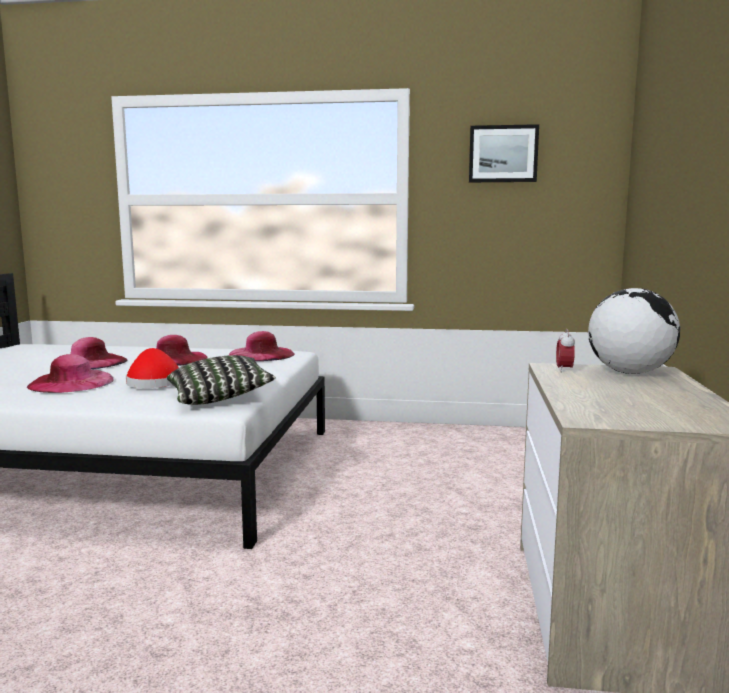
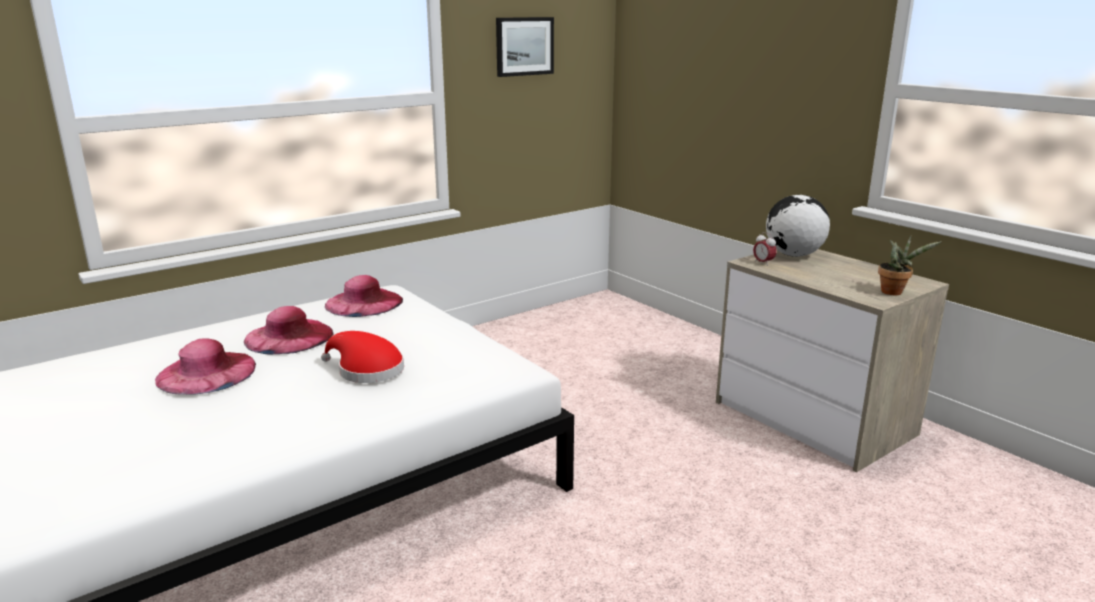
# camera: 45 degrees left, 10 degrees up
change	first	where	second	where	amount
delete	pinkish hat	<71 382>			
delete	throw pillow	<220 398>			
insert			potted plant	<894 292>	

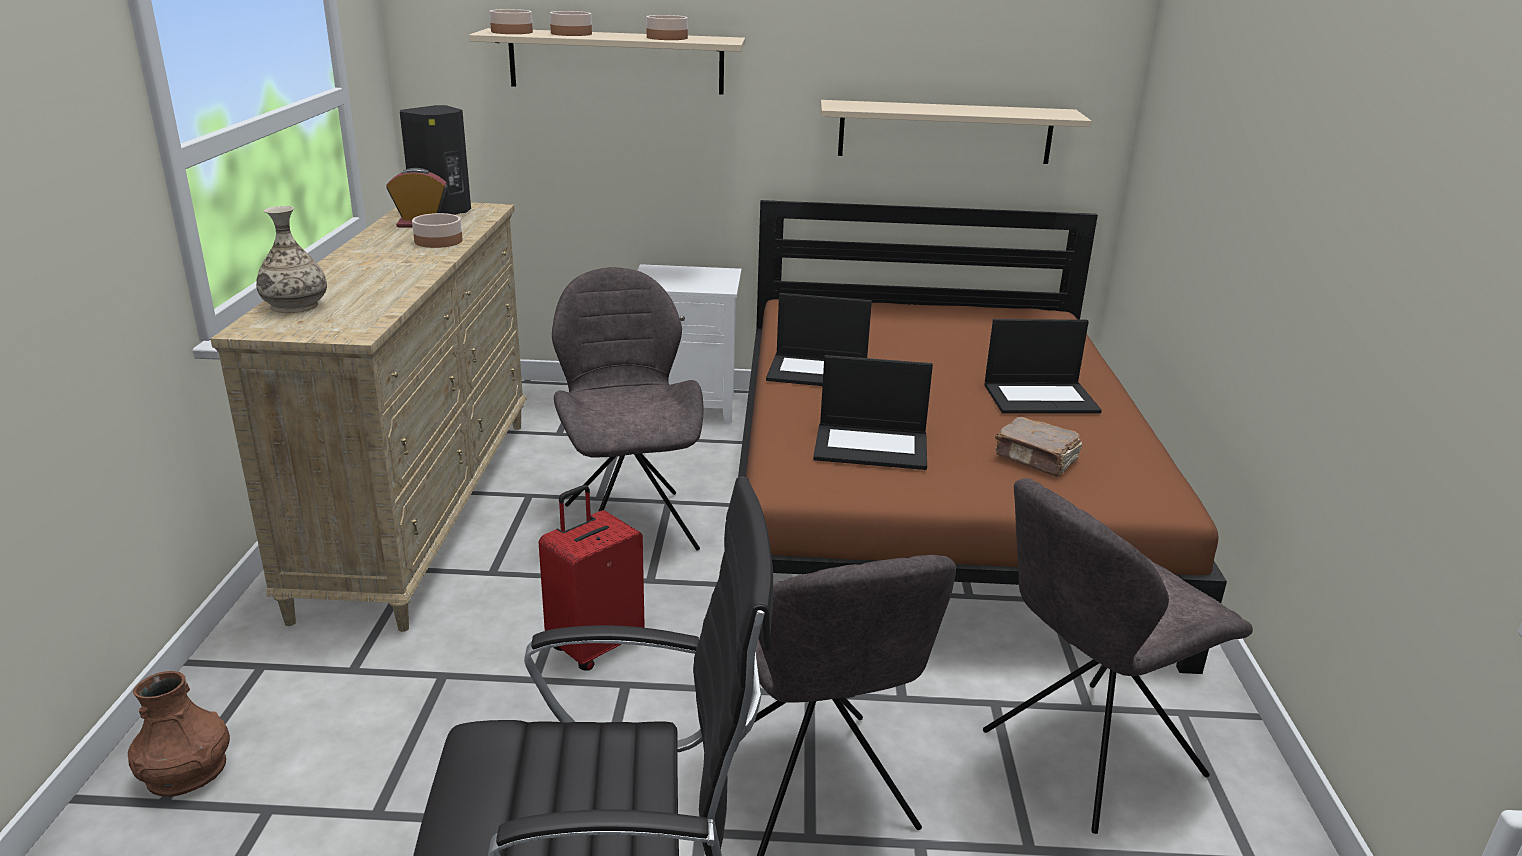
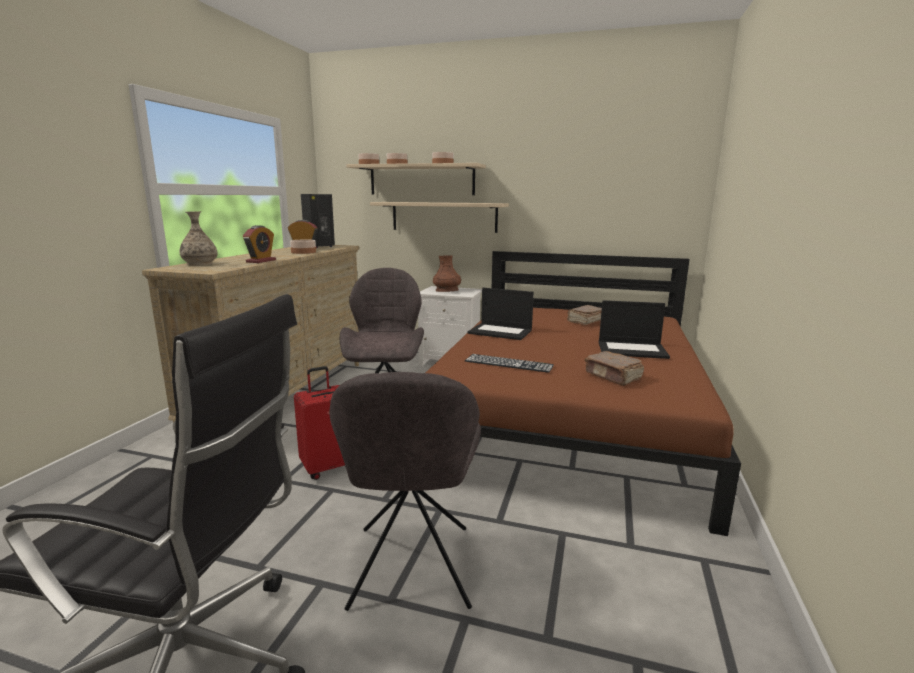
# camera: 15 degrees right, 10 degrees down
change	first	where	second	where	amount
delete	grey plain chair	<1085 756>			
insert			alarm clock	<261 261>	
insert			brownish bound book	<585 321>	
move	brownish decorative vase	<187 772>		<447 291>	
move	beige-coloured wall shelf	<945 132>		<444 216>	
replace	portable computer	<872 446>	computer keyboard	<508 363>	

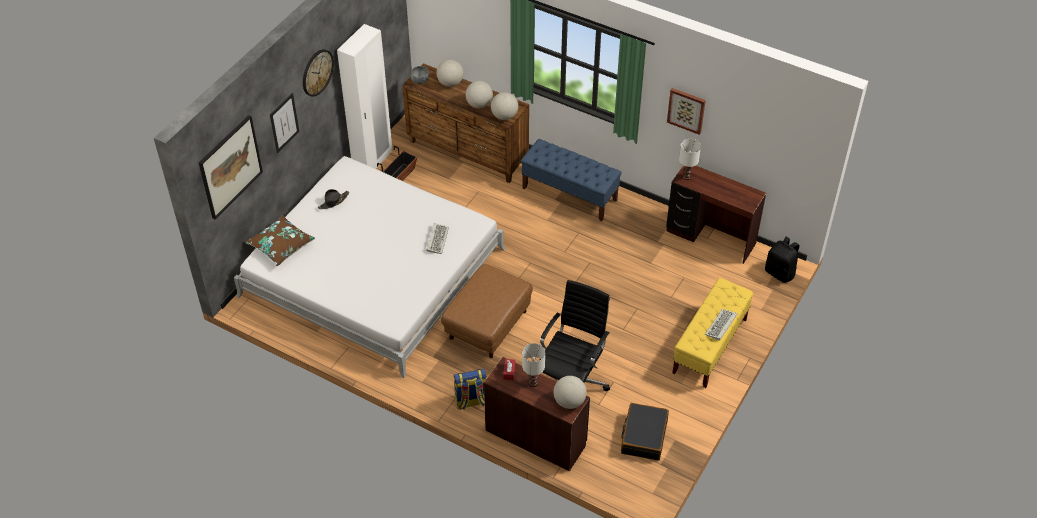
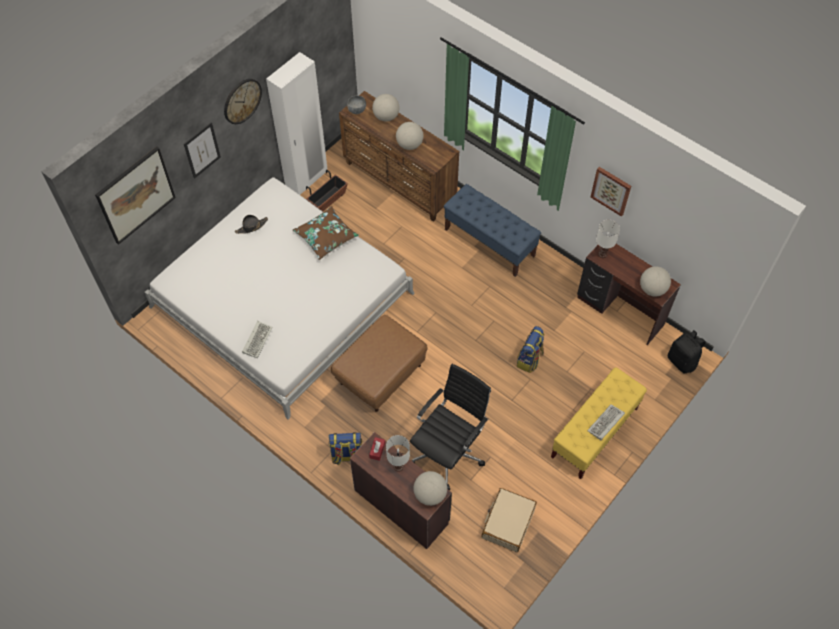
# camera: 10 degrees right, 10 degrees up
change	first	where	second	where	amount
insert			knapsack	<529 359>	
move	brownish throw pillow	<281 245>		<326 237>	
move	computer keyboard	<437 239>		<257 339>	
move	world globe	<504 116>		<652 289>	
recolor	black-coloured piece of luggage	<643 436>	beige-coloured piece of luggage	<508 523>	

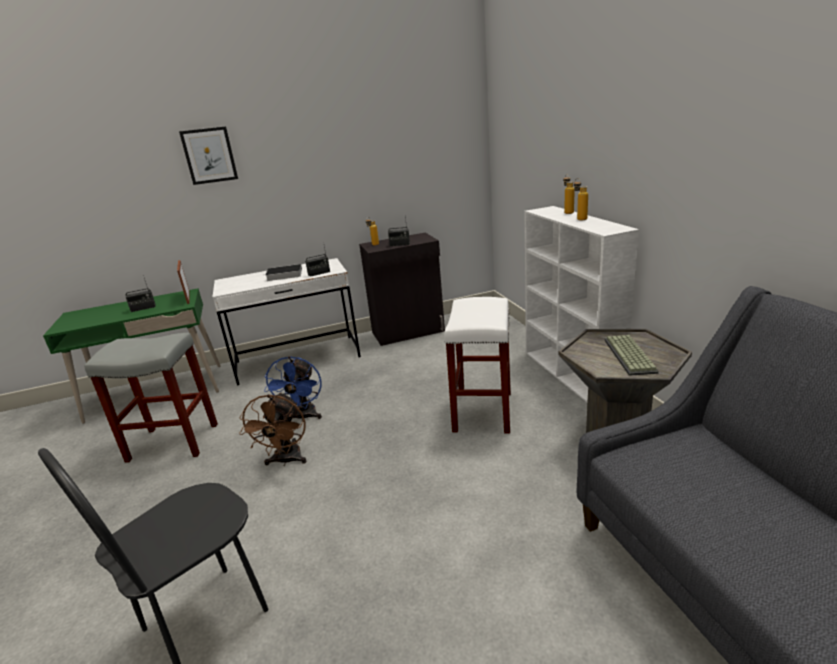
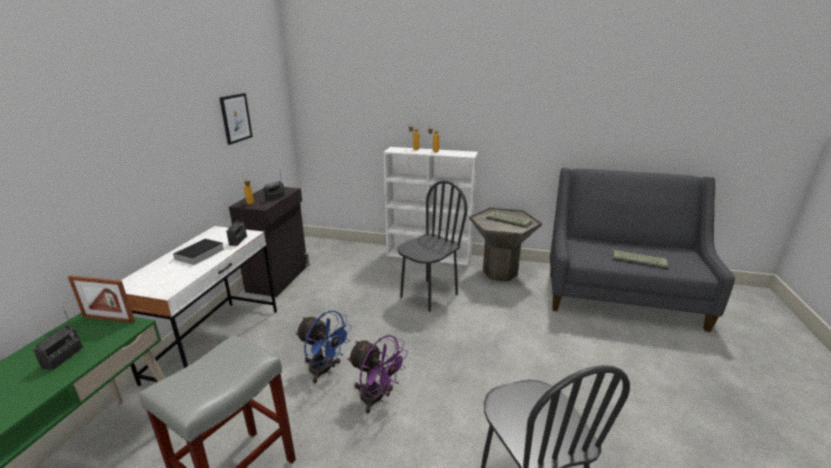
# camera: 60 degrees left, 0 degrees up
change	first	where	second	where	amount
insert			computer keyboard	<640 260>	
move	wall picture	<209 155>		<236 118>	
replace	whitish sitting stool	<483 412>	black-coloured plain chair	<428 295>	
recolor	brownish cooling fan	<286 461>	purplish cooling fan	<377 399>	

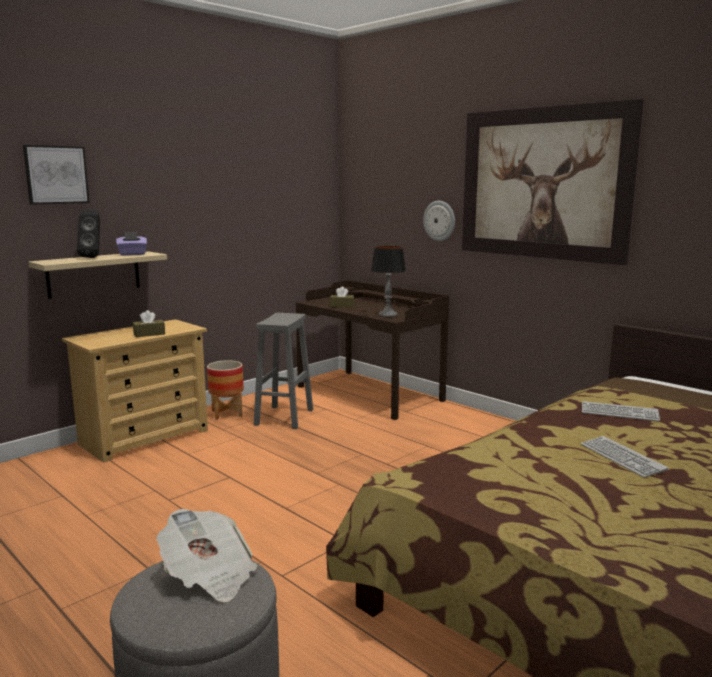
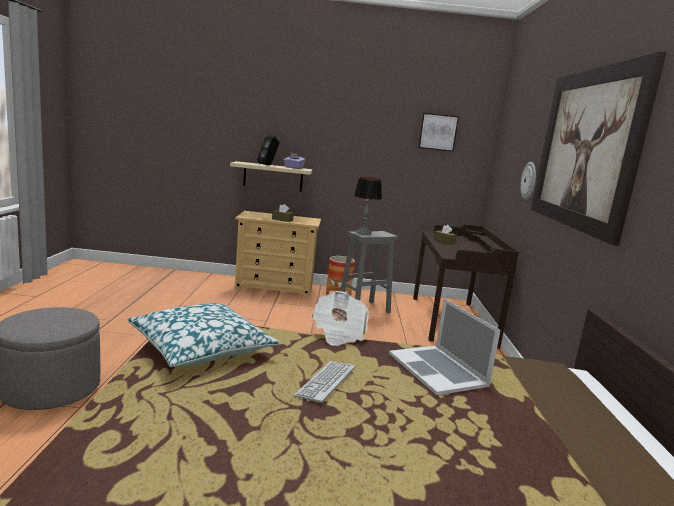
# camera: 45 degrees right, 0 degrees up
change	first	where	second	where	amount
insert			throw pillow	<202 347>	
move	wall picture	<56 175>		<438 132>	
move	daily paper	<209 576>		<338 333>	
move	lamp for a table	<388 315>		<363 233>	
replace	computer keyboard	<619 412>	portable computer	<437 369>	

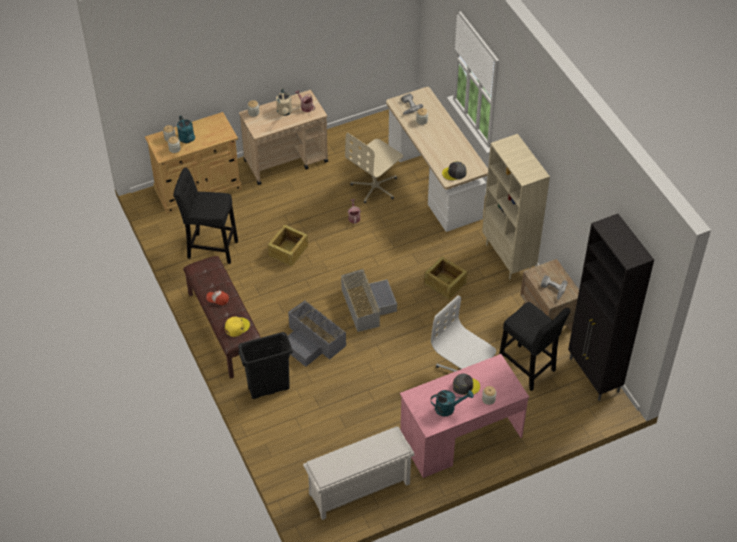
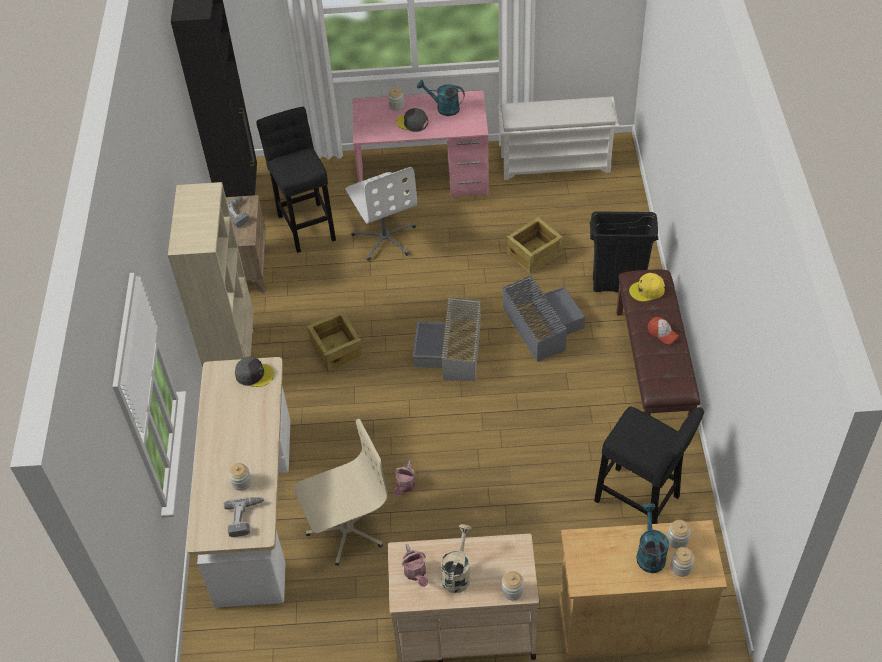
# camera: 155 degrees left, 0 degrees up
change	first	where	second	where	amount
move	packing crate	<287 251>		<534 253>	

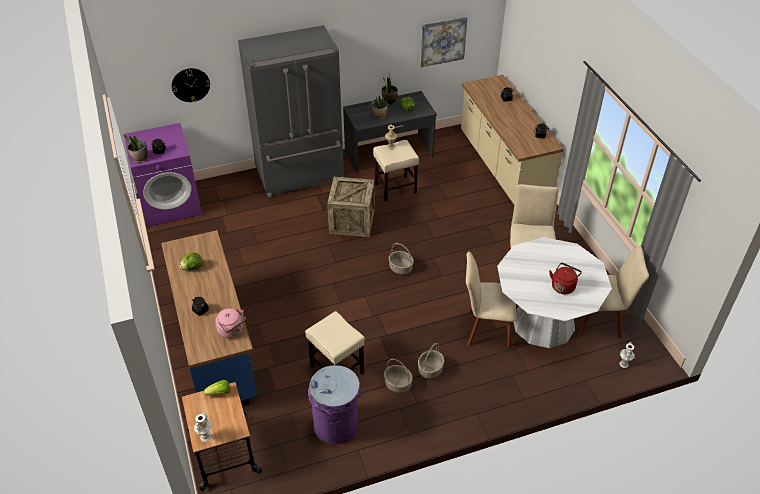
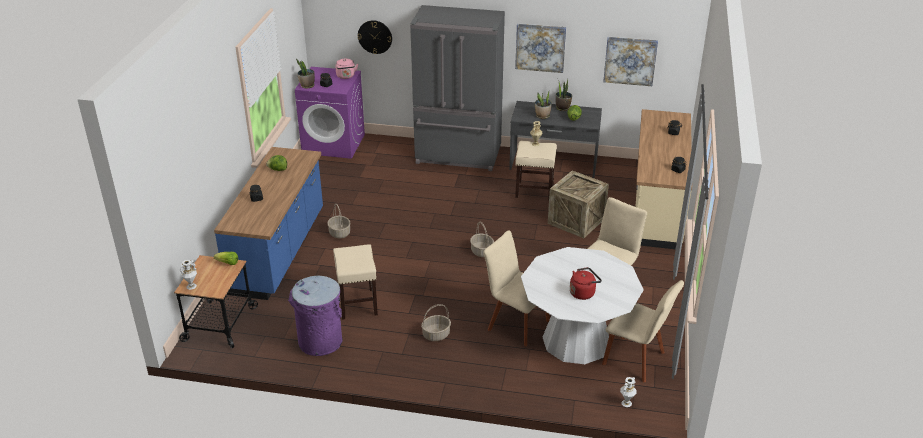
# camera: 30 degrees right, 10 degrees down
change	first	where	second	where	amount
insert			wall picture	<540 47>	
move	pinkish water kettle	<232 331>		<346 76>	
move	packing crate	<352 221>		<576 221>	
move	household basket	<397 384>		<339 233>	

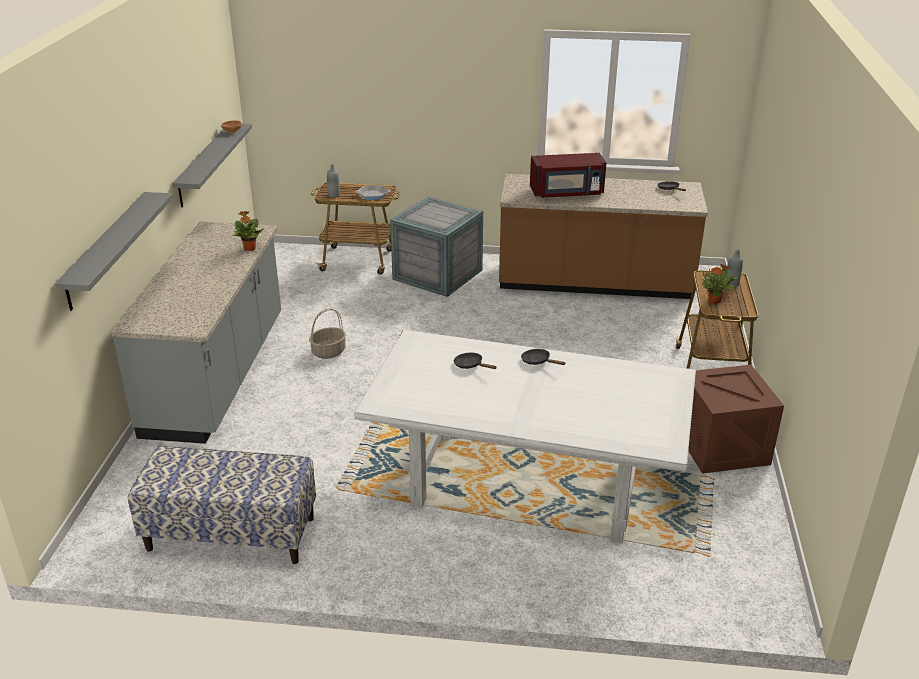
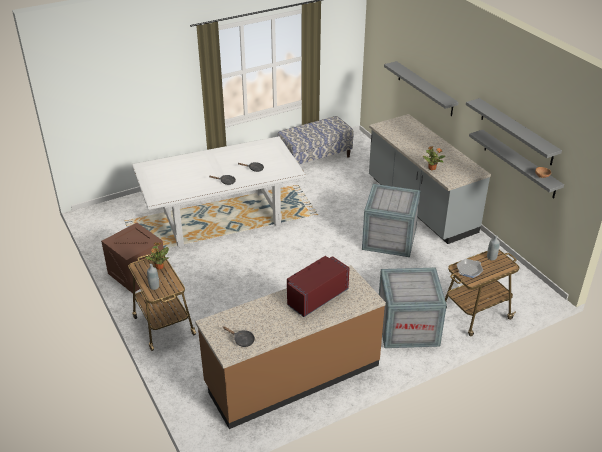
# camera: 145 degrees right, 5 degrees up
change	first	where	second	where	amount
insert			grey wall shelf	<516 131>	
replace	household basket	<328 351>	packing crate	<389 239>	

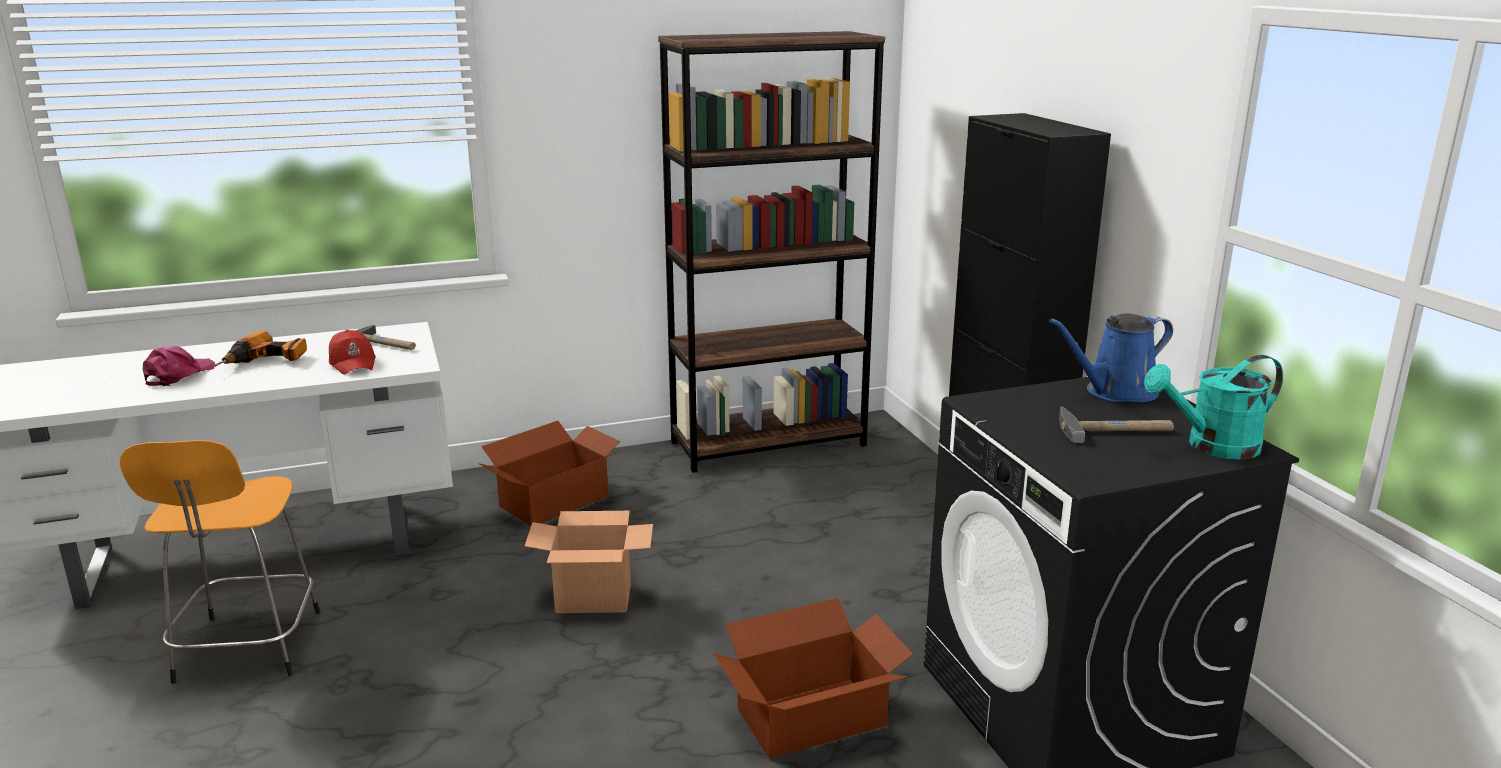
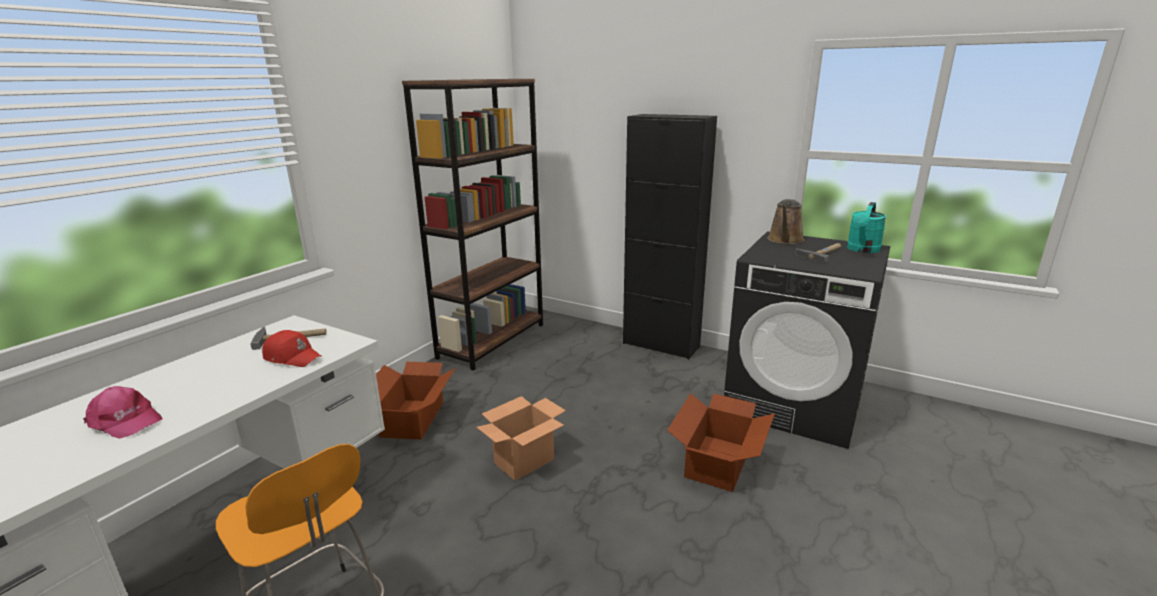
# camera: 40 degrees left, 0 degrees up
change	first	where	second	where	amount
delete	power drill	<266 362>			
recolor	blue sprinkling can	<1115 392>	brownish sprinkling can	<785 240>	
rotate	pinkish baseball cap	<178 375>		<125 421>	135 degrees clockwise

